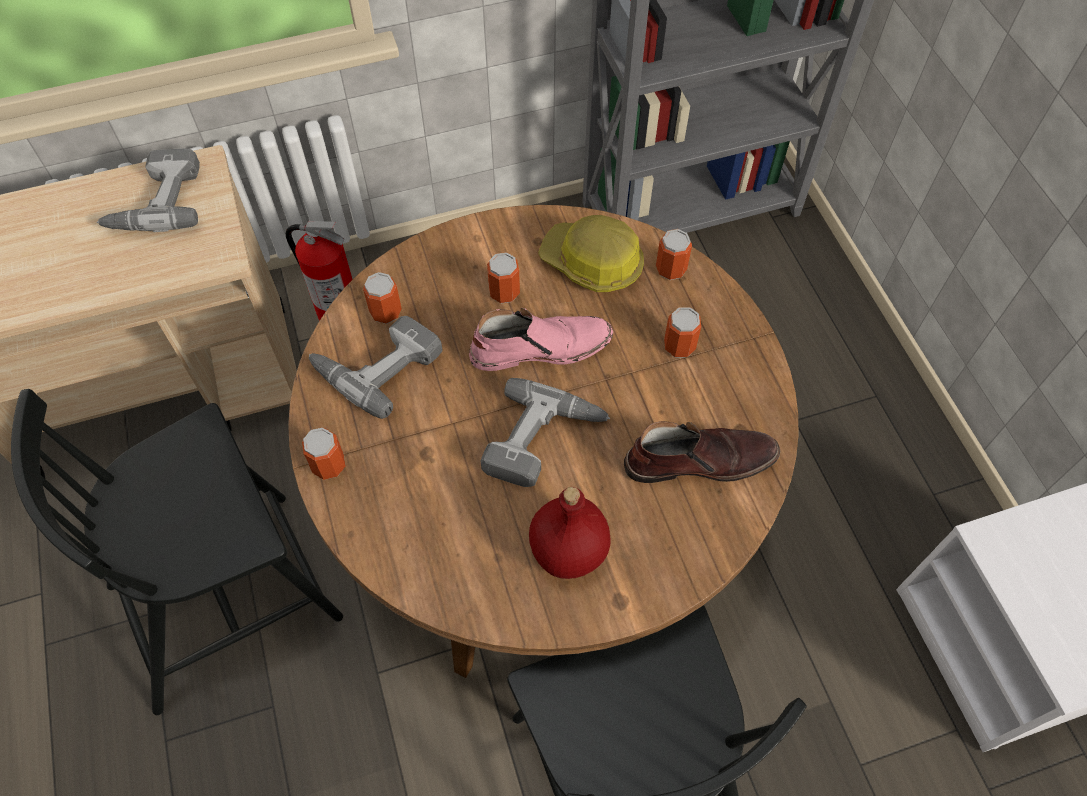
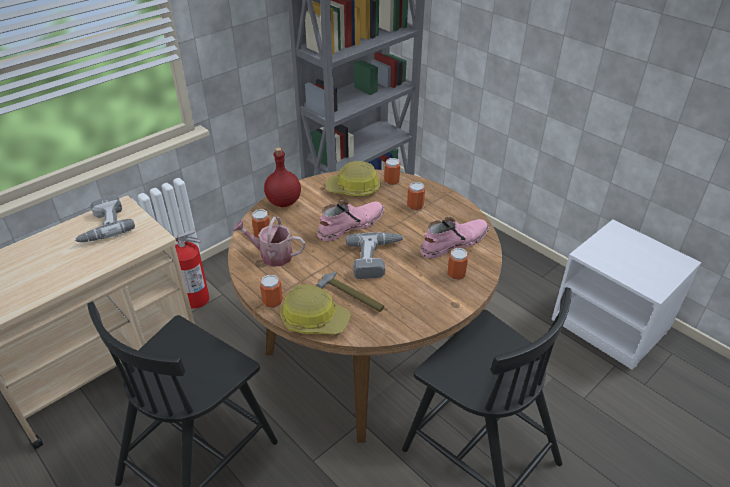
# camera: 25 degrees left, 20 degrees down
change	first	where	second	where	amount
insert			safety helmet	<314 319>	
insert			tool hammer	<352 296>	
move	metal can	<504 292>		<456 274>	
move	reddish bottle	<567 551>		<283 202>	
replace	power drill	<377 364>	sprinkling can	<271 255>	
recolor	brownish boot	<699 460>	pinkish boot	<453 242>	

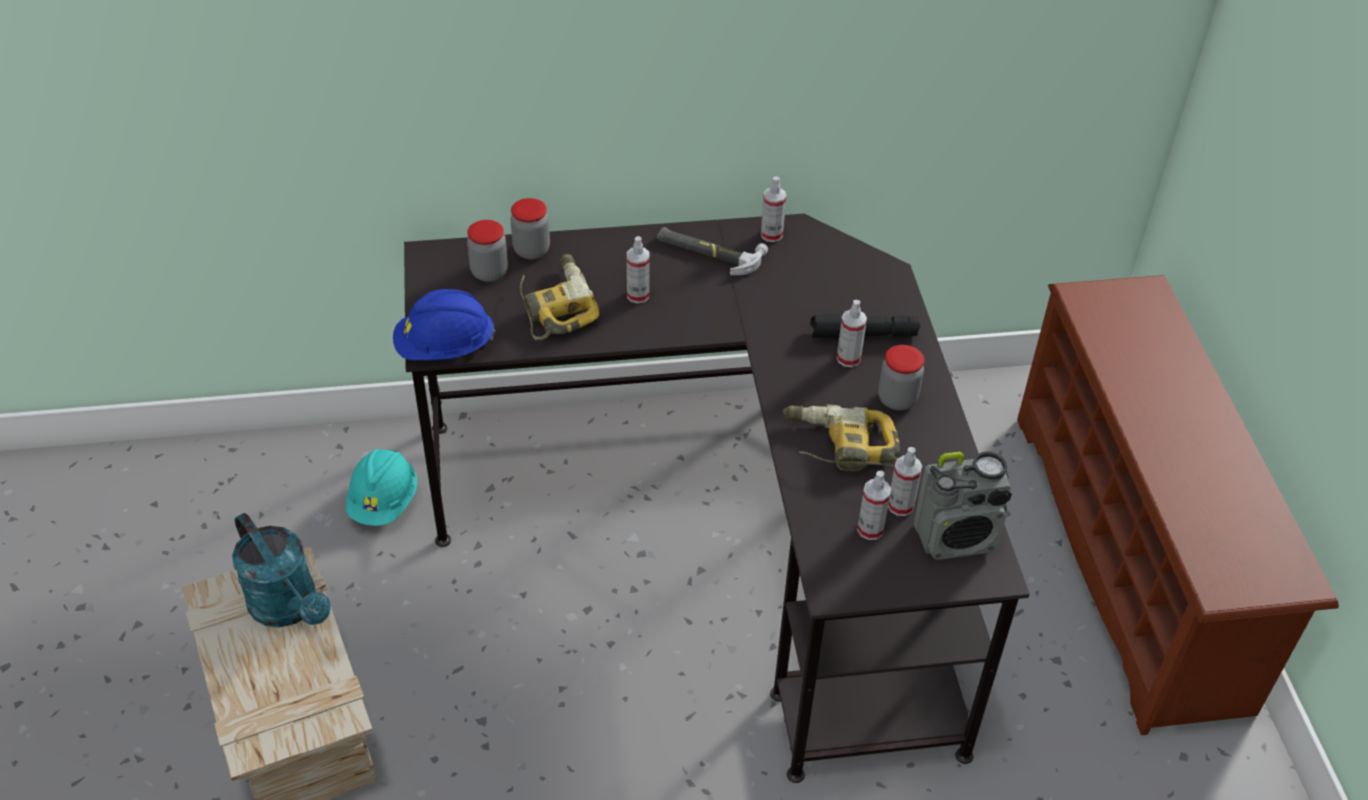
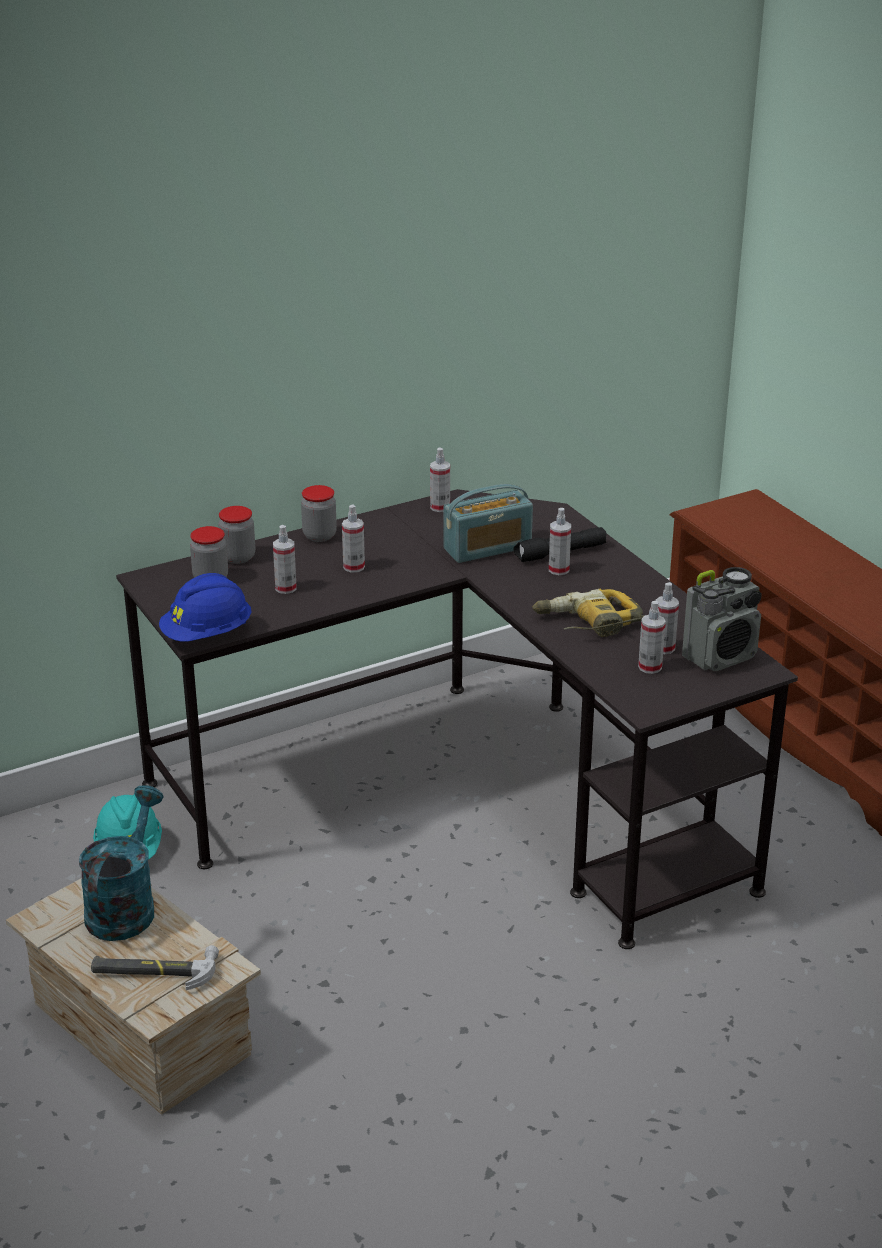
# camera: 20 degrees left, 15 degrees down
change	first	where	second	where	amount
insert			radio receiver	<487 548>	
move	tool hammer	<709 252>		<153 970>	
move	storage jar	<897 399>		<319 536>	
replace	power drill	<555 306>	hand sprayer	<285 588>	
rotate	blue-green sprinkling can	<289 608>		<125 906>	105 degrees counterclockwise

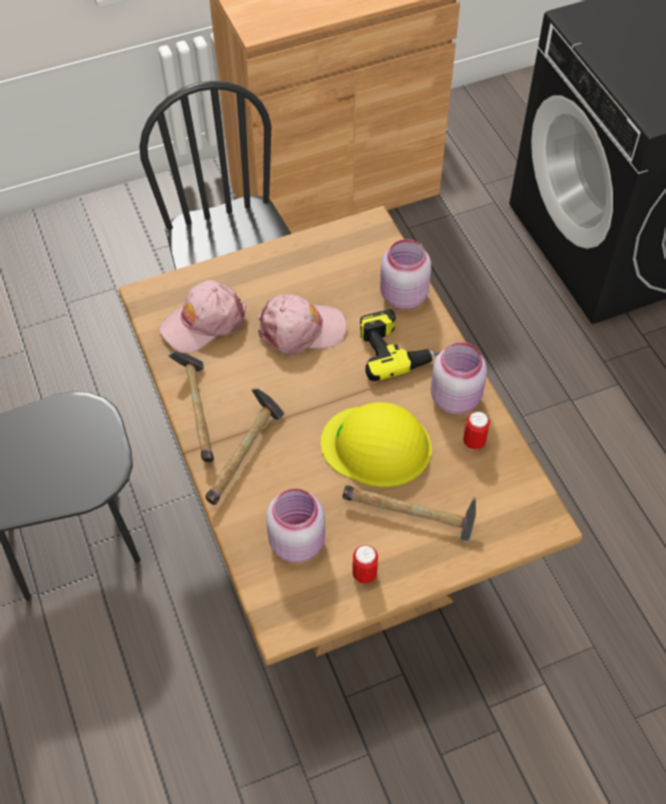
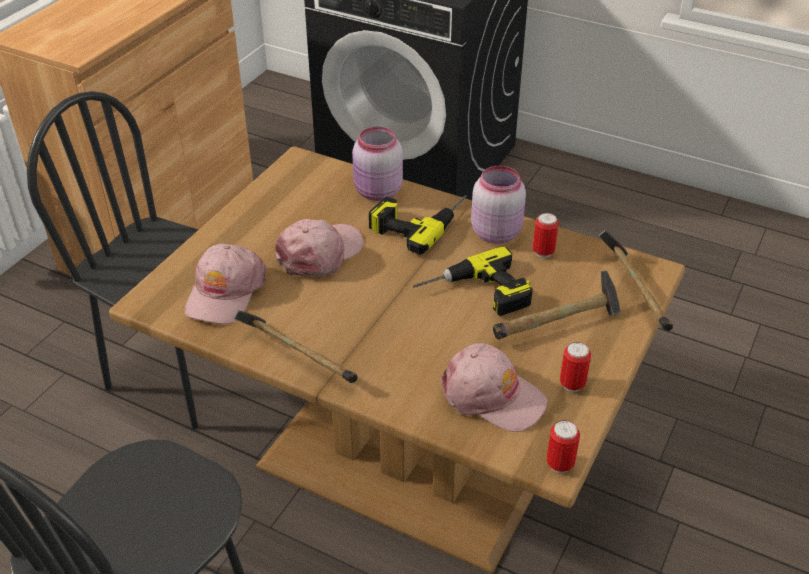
# camera: 40 degrees left, 15 degrees down
change	first	where	second	where	amount
insert			metal can	<560 464>	
move	tool hammer	<245 454>		<634 292>	
replace	pinkish storage jar	<297 541>	pinkish baseball cap	<492 396>	
replace	yellowish safety helmet	<377 446>	power drill	<475 295>	

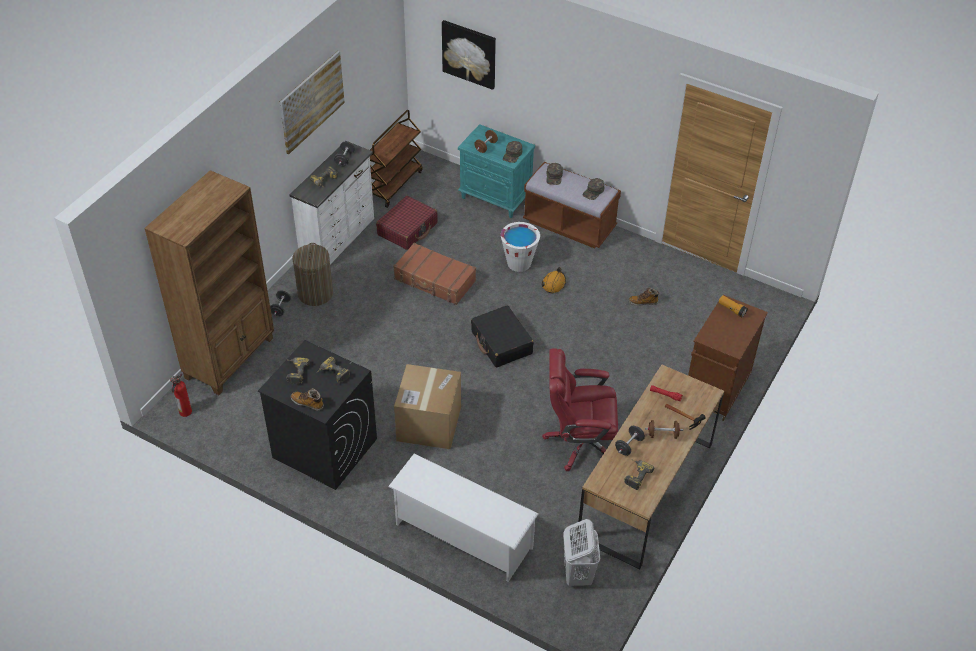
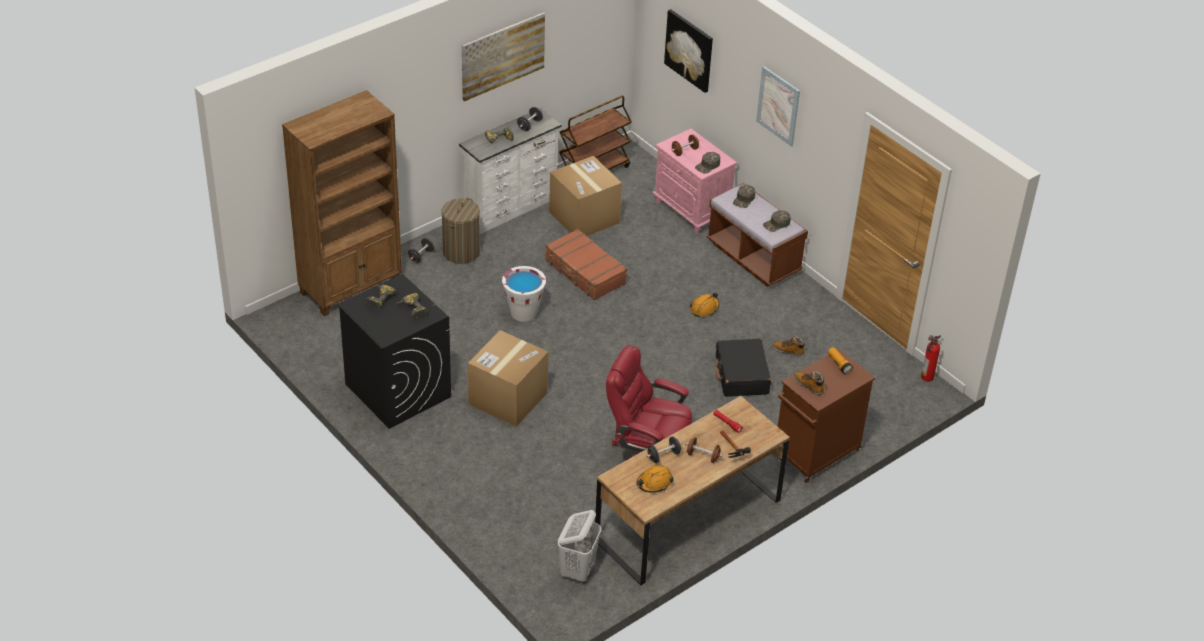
# camera: 20 degrees right, 5 degrees down
change	first	where	second	where	amount
delete	whitish shoe rack	<462 536>			
insert			wall picture	<778 106>	
move	extinguisher	<185 412>		<926 377>	
move	boot	<308 403>		<808 385>	
move	black-coloured piece of luggage	<501 343>		<741 375>	
move	whitish water bucket	<519 263>		<523 312>	
replace	reddish piece of luggage	<407 229>	packing box	<584 217>	
replace	power drill	<635 475>	orange safety helmet	<654 482>	
recolor	blue-green bedside table	<496 197>	pinkish bedside table	<691 211>	

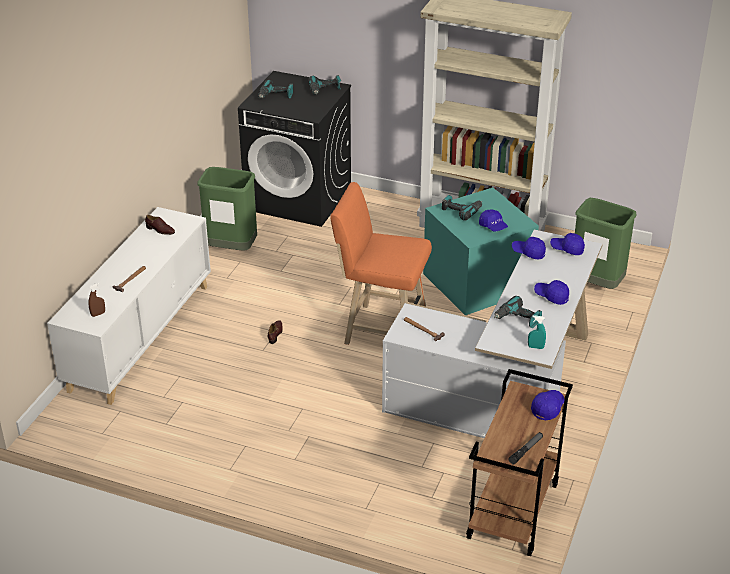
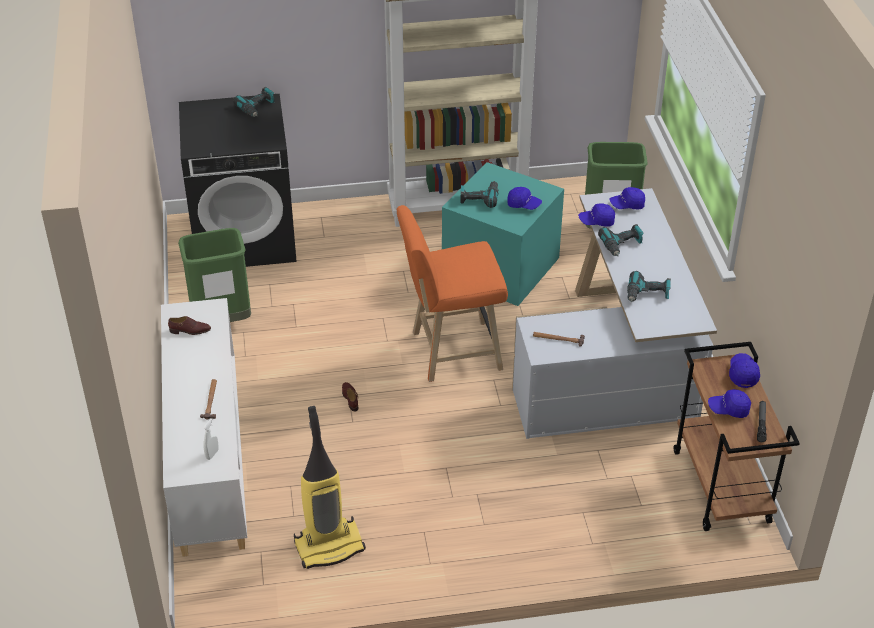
# camera: 30 degrees left, 5 degrees up
change	first	where	second	where	amount
delete	blue-green hand sprayer	<535 347>			
insert			vacuum cleaner	<329 546>	
move	power drill	<275 96>		<622 245>	
move	blue baseball cap	<551 296>		<728 409>	
recolor	brownish hand sprayer	<98 314>	whitish hand sprayer	<212 454>	

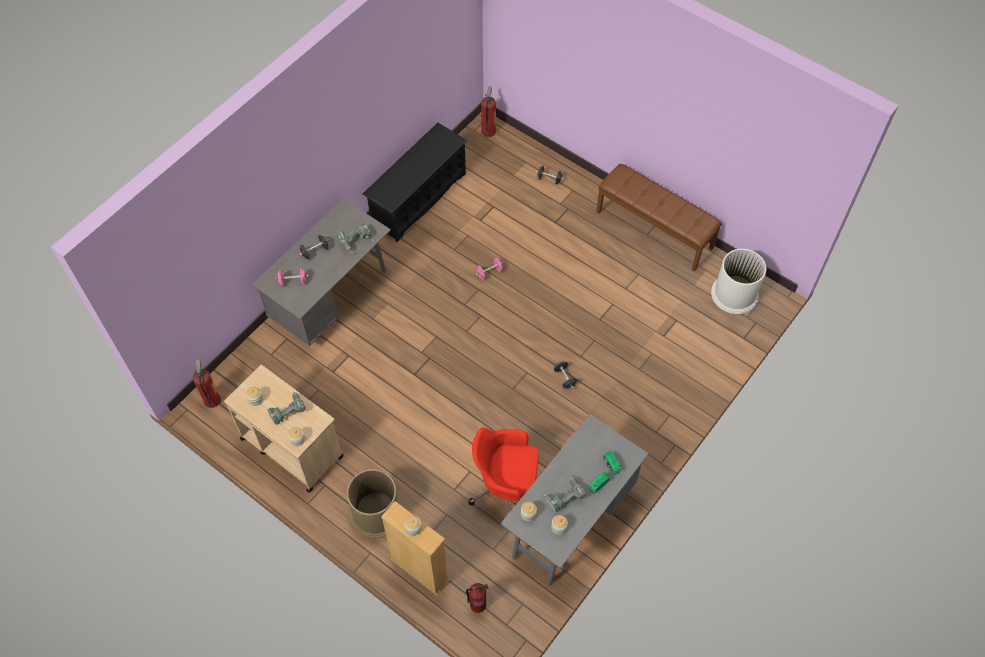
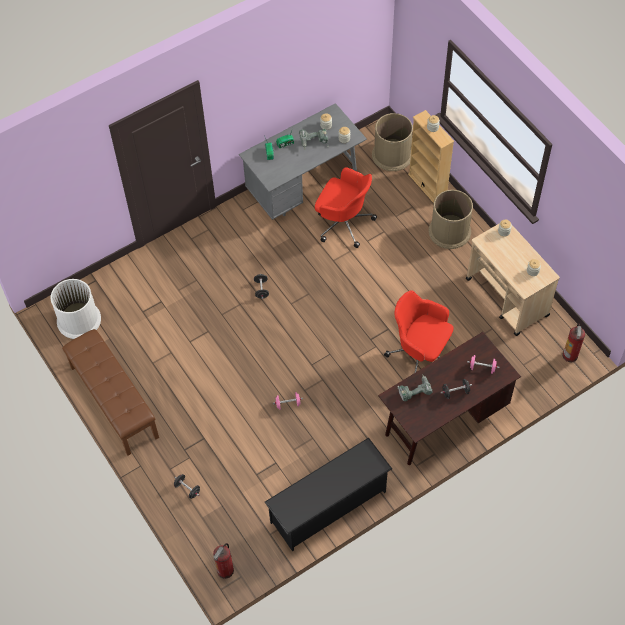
# camera: 160 degrees left, 0 degrees up
change	first	where	second	where	amount
delete	power drill	<287 410>			
insert			reddish desk chair	<419 353>	
replace	extinguisher	<478 604>	brownish trash can	<392 155>	
recolor	grey desk table	<332 299>	brownish desk table	<444 420>	

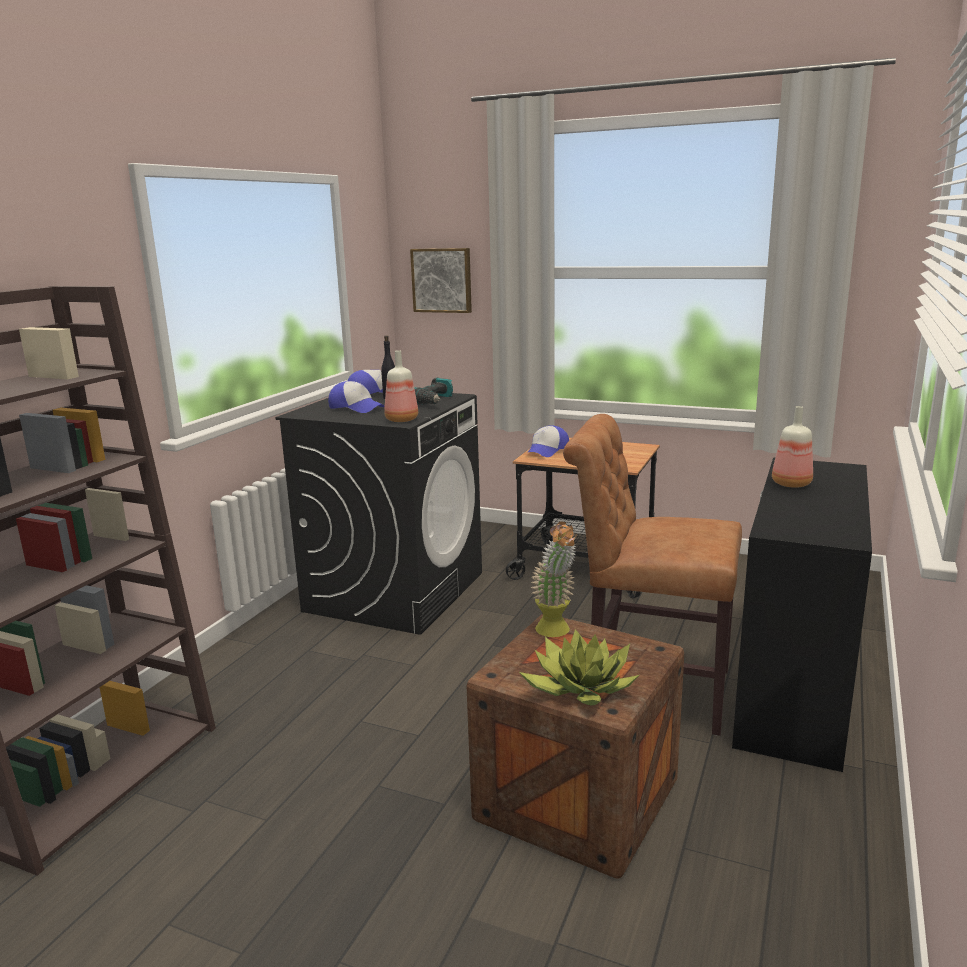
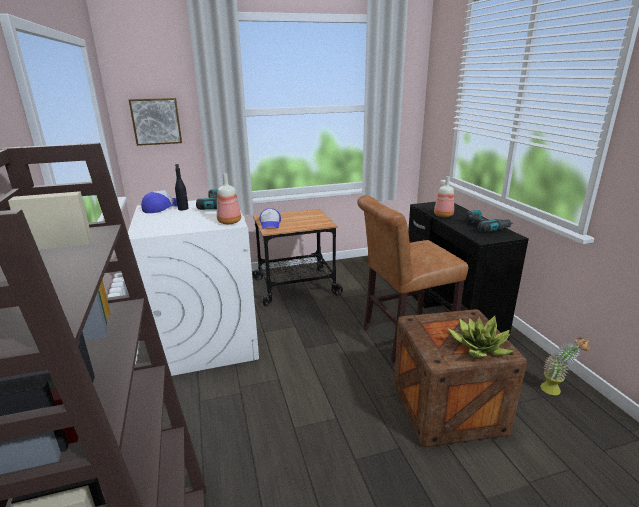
# camera: 40 degrees left, 5 degrees up
change	first	where	second	where	amount
delete	baseball cap	<356 408>			
insert			power drill	<486 227>	
move	potted plant	<556 633>		<556 390>	
recolor	black-coloured laundry appliance	<395 591>	whitish laundry appliance	<206 339>	

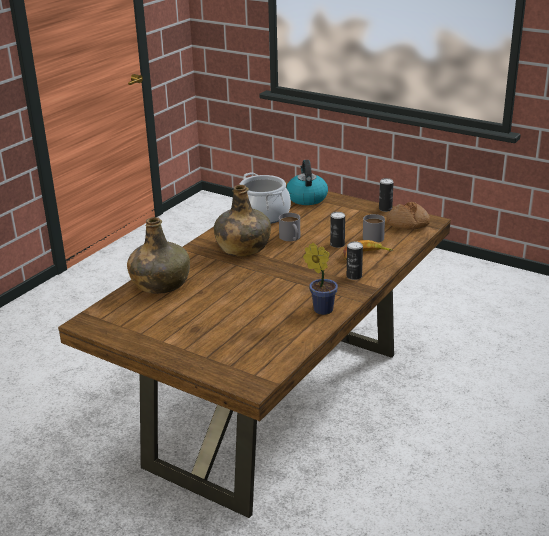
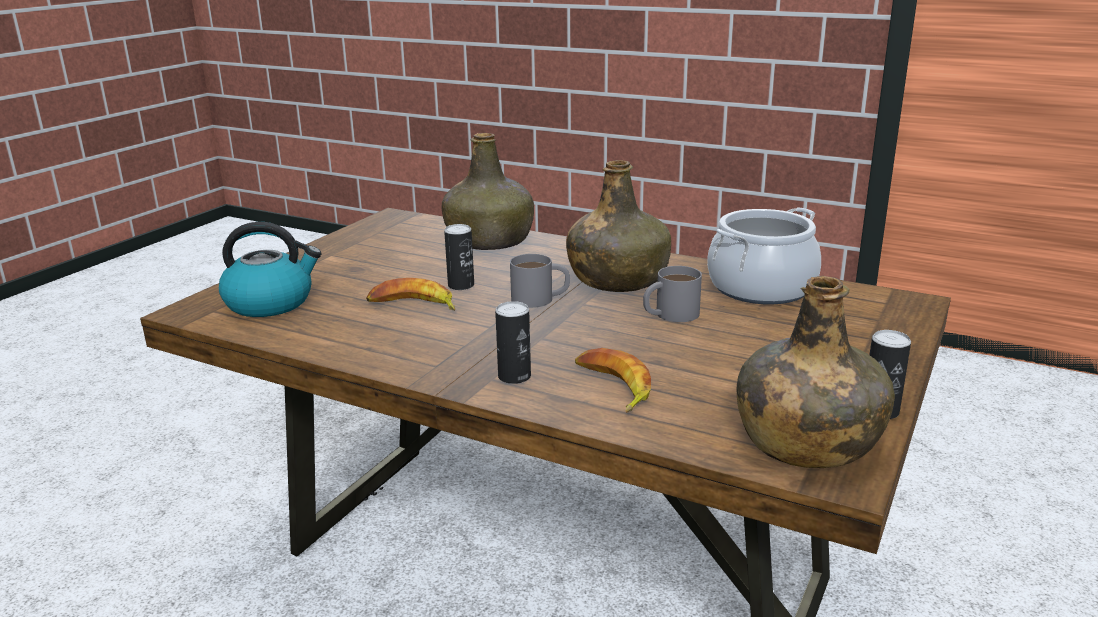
# camera: 85 degrees right, 5 degrees down
change	first	where	second	where	amount
delete	potted plant	<321 309>			
insert			banana	<413 305>	
move	water kettle	<306 198>		<271 302>	
move	metal can	<337 244>		<461 285>	
move	grey mug	<373 236>		<540 299>	
replace	baked bread	<407 224>	greenish bottle	<805 441>	

